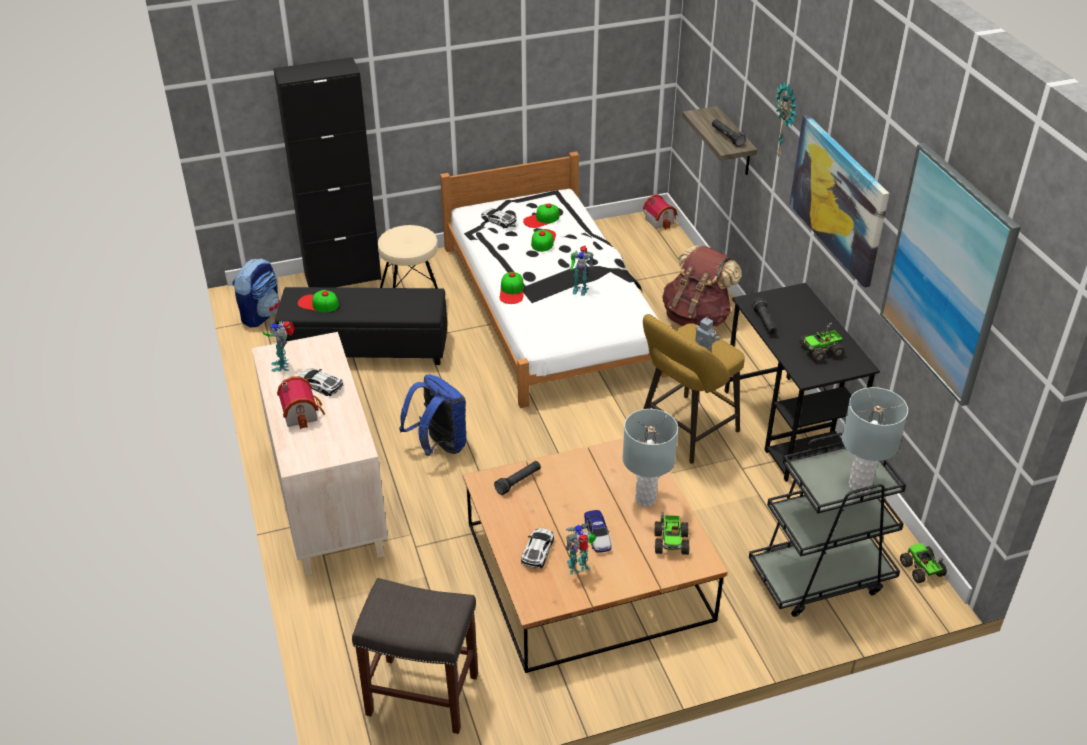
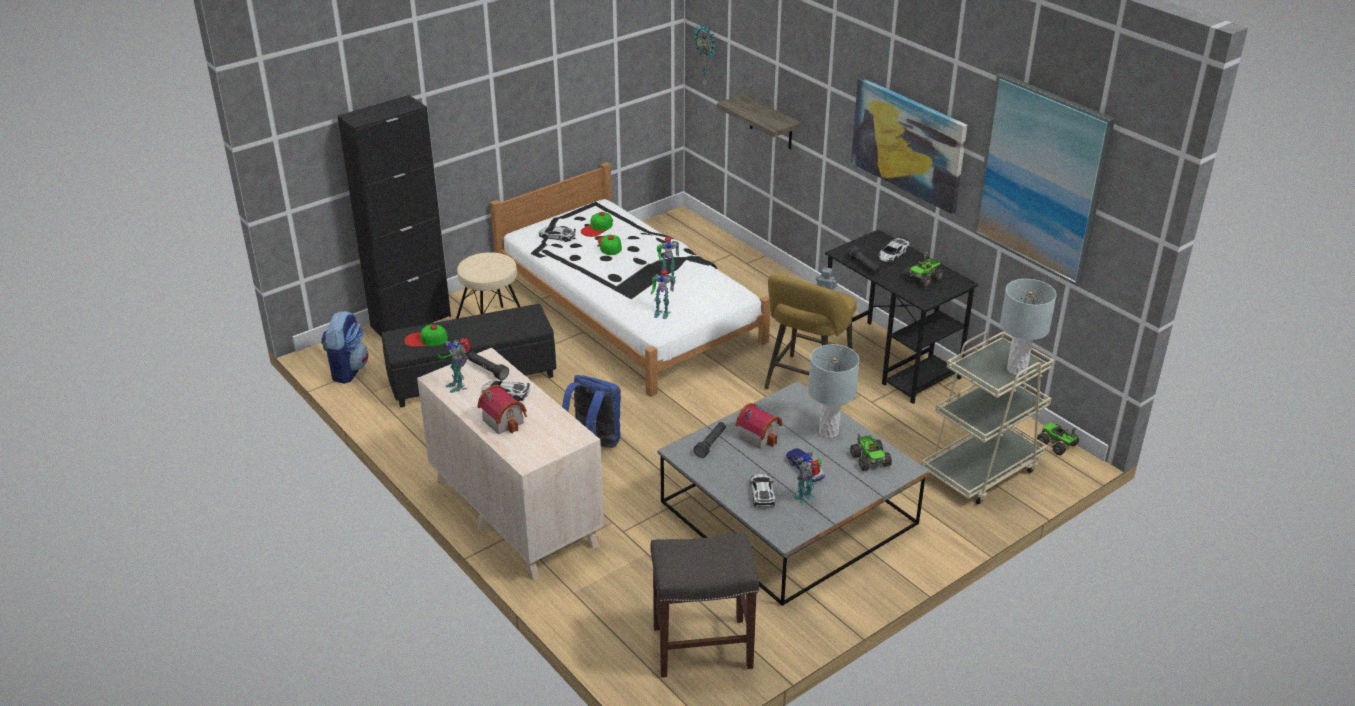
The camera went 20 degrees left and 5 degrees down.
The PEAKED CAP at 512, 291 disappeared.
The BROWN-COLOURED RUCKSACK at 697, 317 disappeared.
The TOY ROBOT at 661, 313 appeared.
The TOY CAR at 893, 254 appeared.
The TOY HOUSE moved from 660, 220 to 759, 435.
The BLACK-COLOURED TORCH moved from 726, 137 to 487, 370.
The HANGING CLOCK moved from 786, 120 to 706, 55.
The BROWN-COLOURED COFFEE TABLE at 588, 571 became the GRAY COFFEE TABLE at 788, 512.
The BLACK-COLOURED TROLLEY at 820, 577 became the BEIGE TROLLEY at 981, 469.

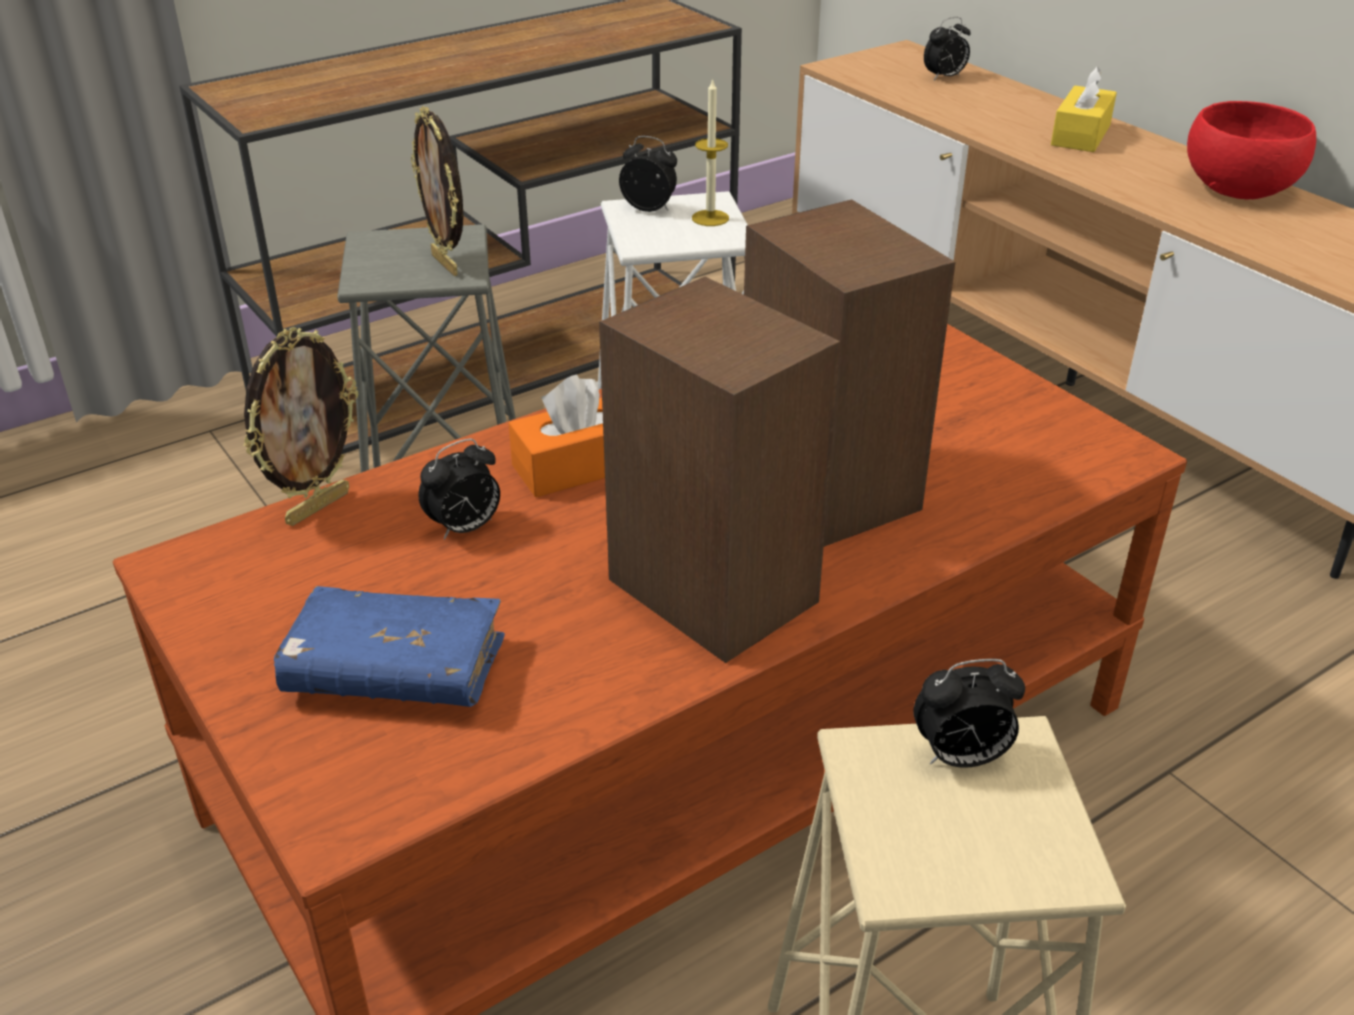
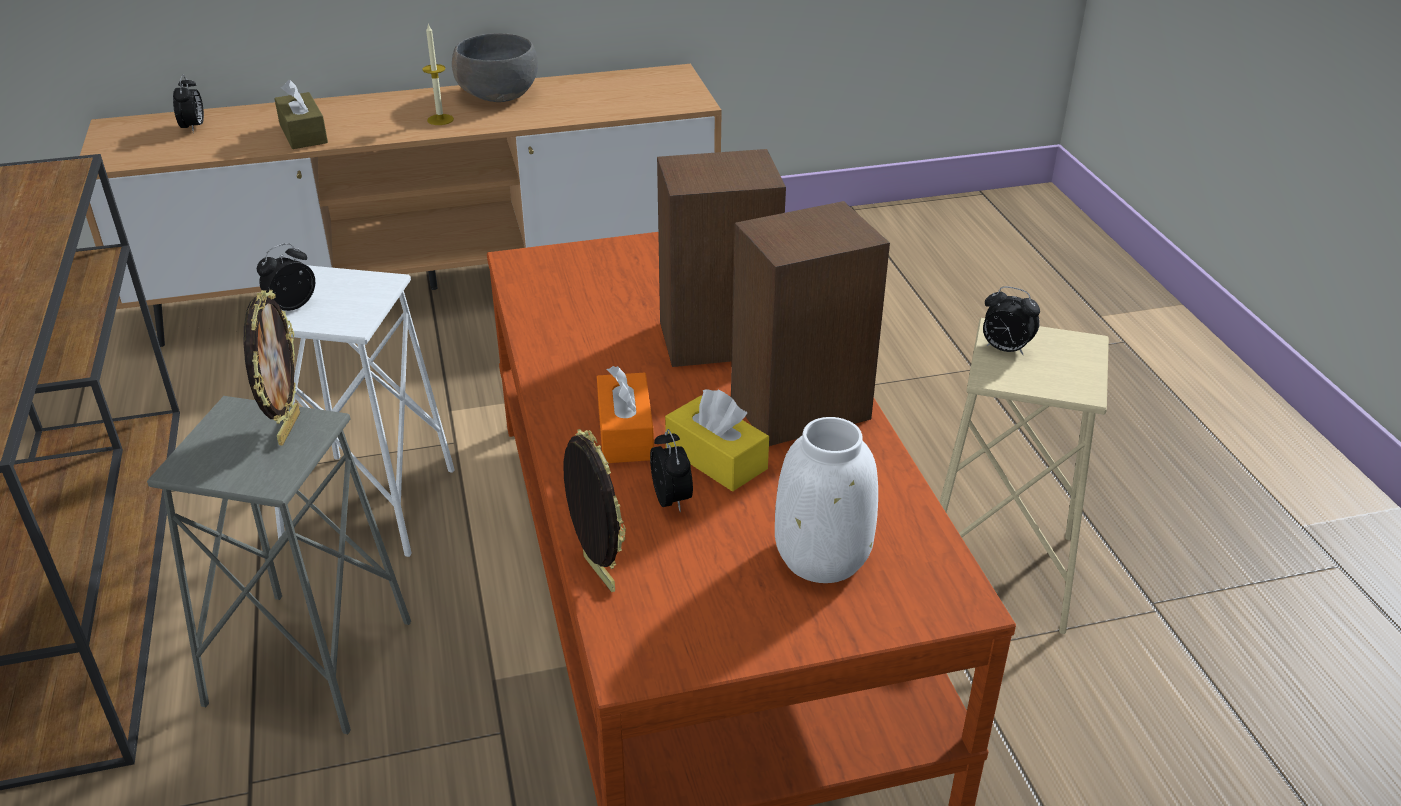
The camera went 70 degrees left and 0 degrees up.
The BROWN-COLOURED TISSUE BOX at 303, 133 appeared.
The WAX CANDLE moved from 710, 218 to 440, 119.
The YELLOW TISSUE BOX moved from 1080, 135 to 716, 458.
The BLUE-COLOURED BOUND BOOK at 395, 670 was replaced by the WHITISH VASE at 820, 557.
The REDDISH DEEP DISH at 1238, 188 became the GRAY DEEP DISH at 497, 95.
The PHOTO FRAME at 447, 264 turned 75 degrees counterclockwise.
The BEDSIDE CLOCK at 960, 757 turned 105 degrees clockwise.

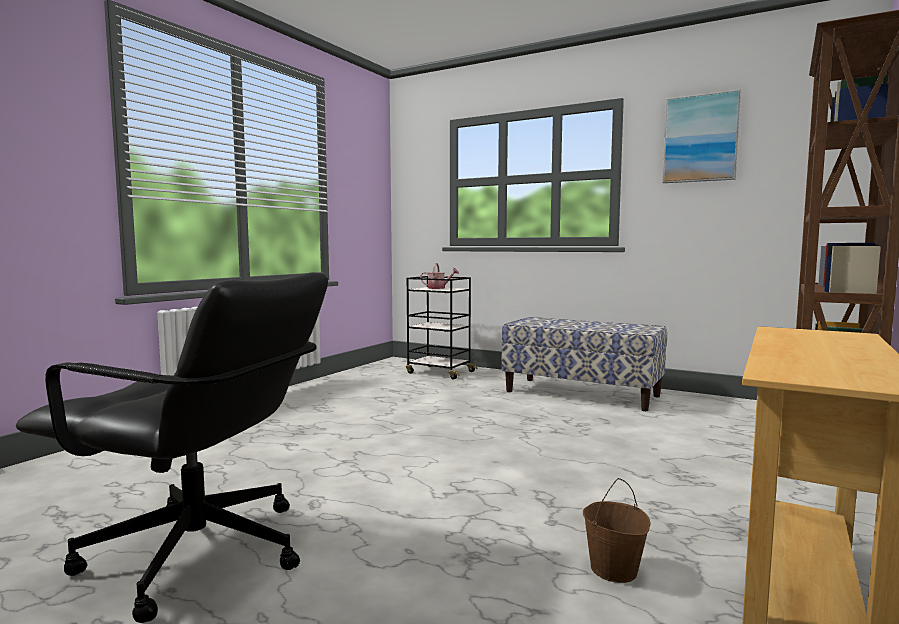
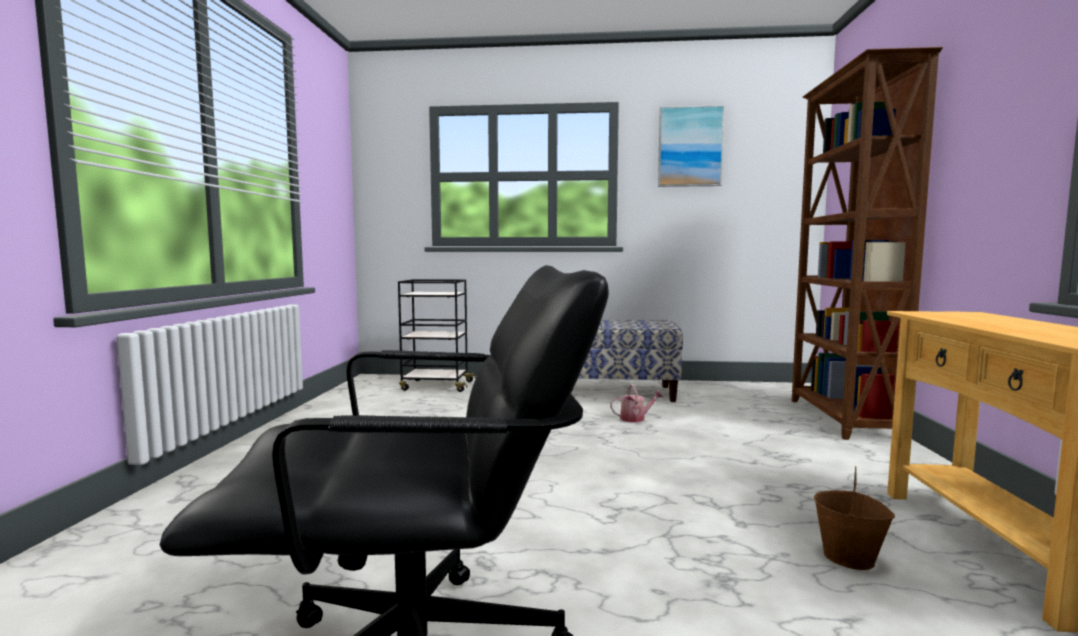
The camera went 25 degrees left and 0 degrees up.
The WATERING CAN moved from 439, 288 to 636, 418.

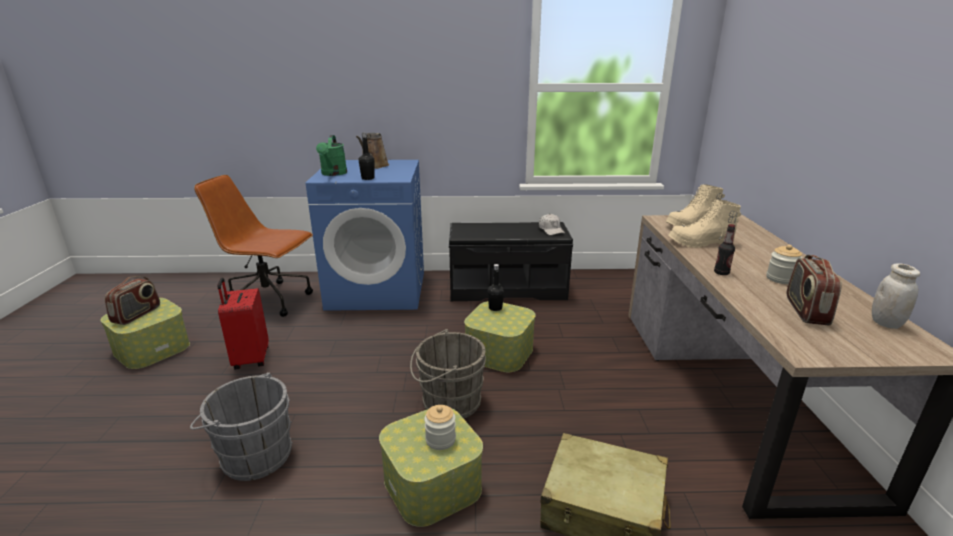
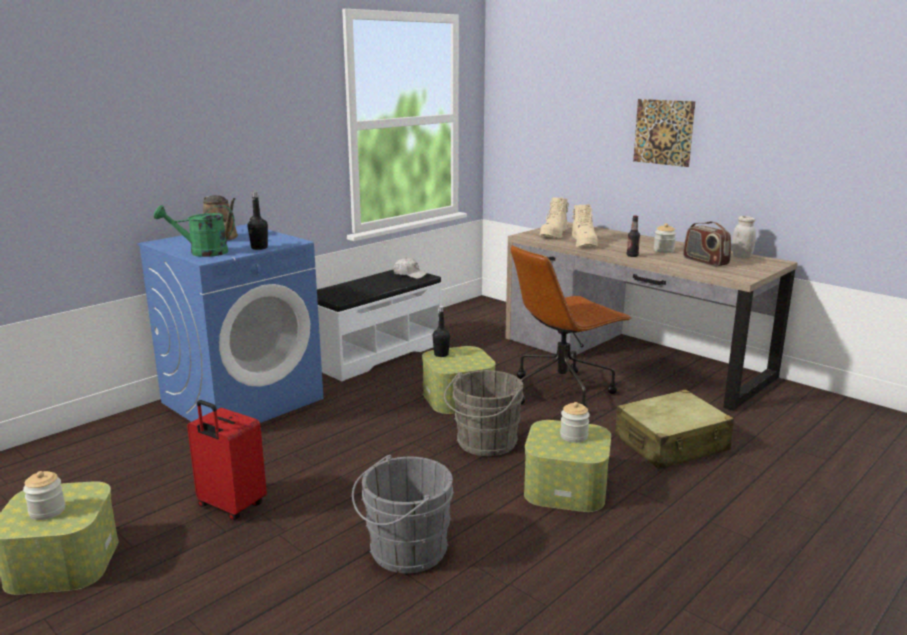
The camera went 45 degrees left and 5 degrees down.
The WALL ART at 663, 132 appeared.
The BROWN-COLOURED COMPUTER CHAIR moved from 269, 301 to 562, 391.
The RADIO at 137, 315 was replaced by the JAR at 47, 511.
The BLACK-COLOURED BENCH at 507, 288 became the WHITISH BENCH at 374, 353.
The GREEN WATERING CAN at 333, 174 turned 135 degrees clockwise.
The BEIGE BOOT at 701, 243 turned 45 degrees counterclockwise.

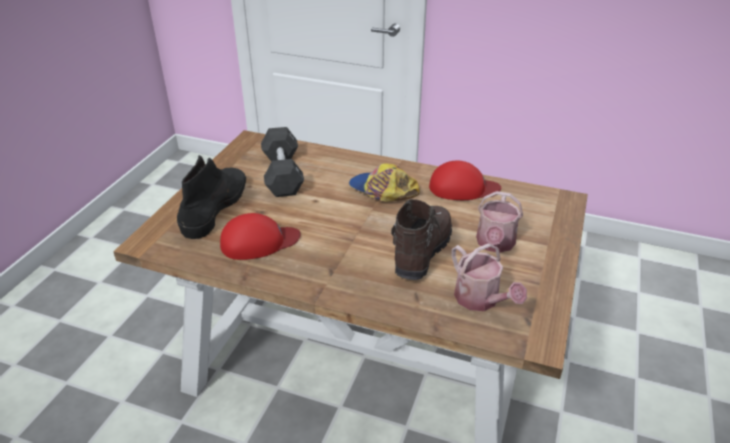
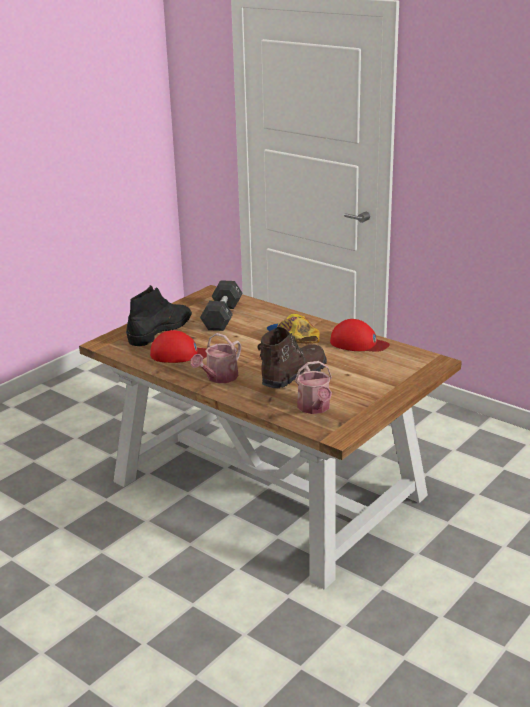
The camera went 20 degrees right and 10 degrees down.
The WATERING CAN moved from 494, 244 to 219, 378.

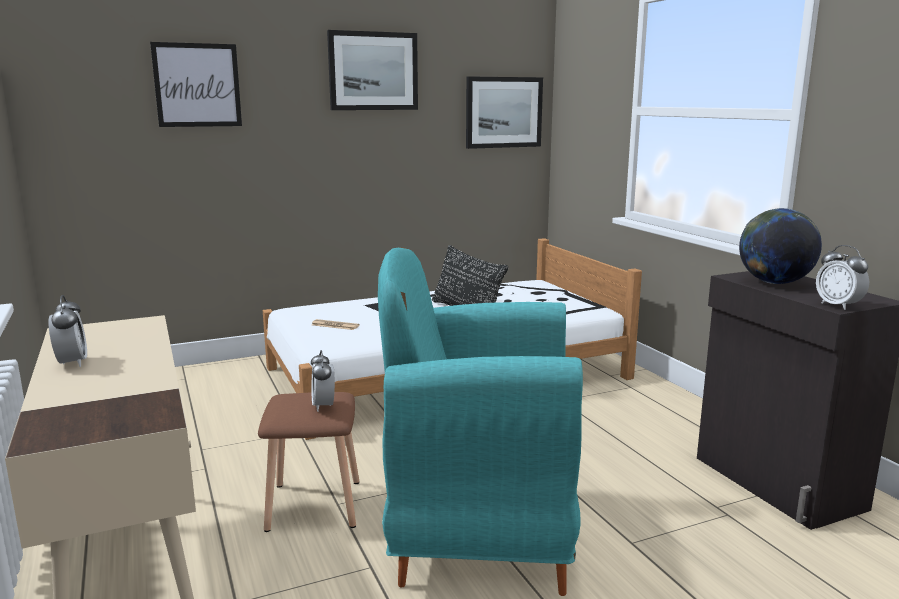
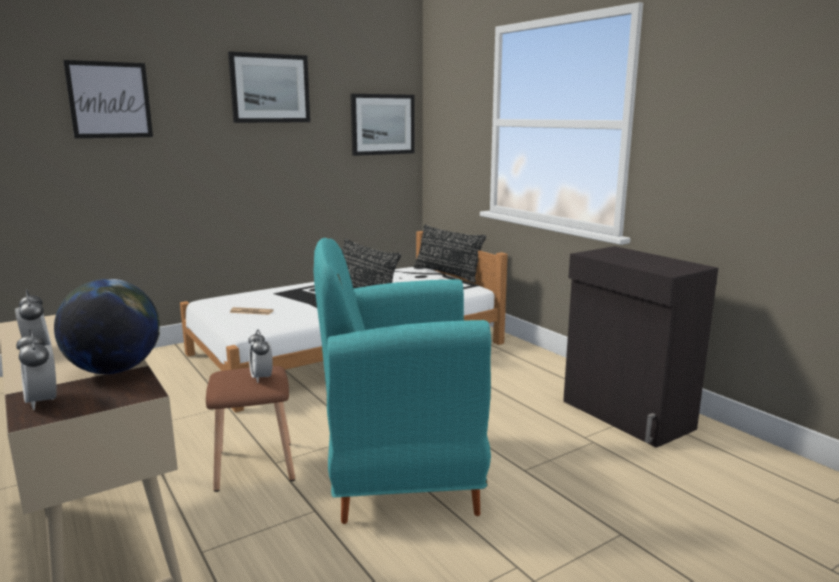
The camera went 10 degrees left and 0 degrees up.
The BLACK-COLOURED THROW PILLOW at 447, 274 appeared.
The WORLD GLOBE moved from 774, 283 to 114, 371.
The BEDSIDE CLOCK moved from 838, 306 to 43, 401.

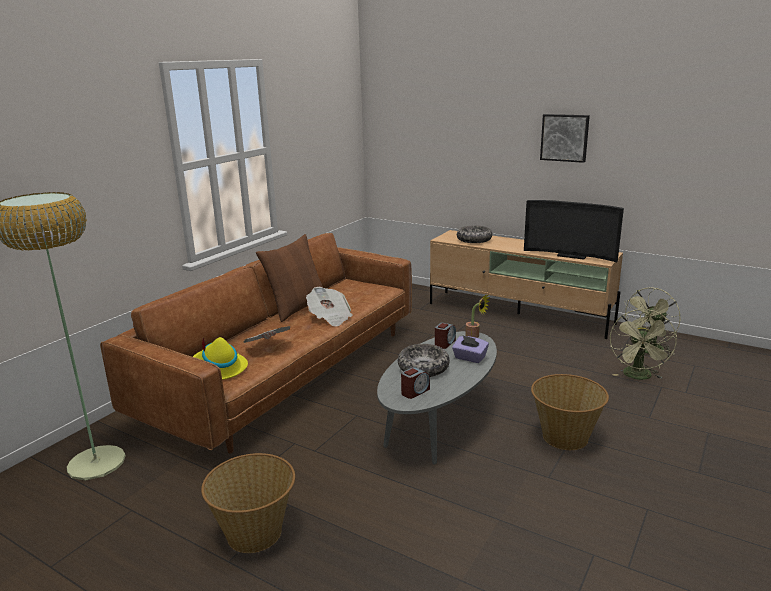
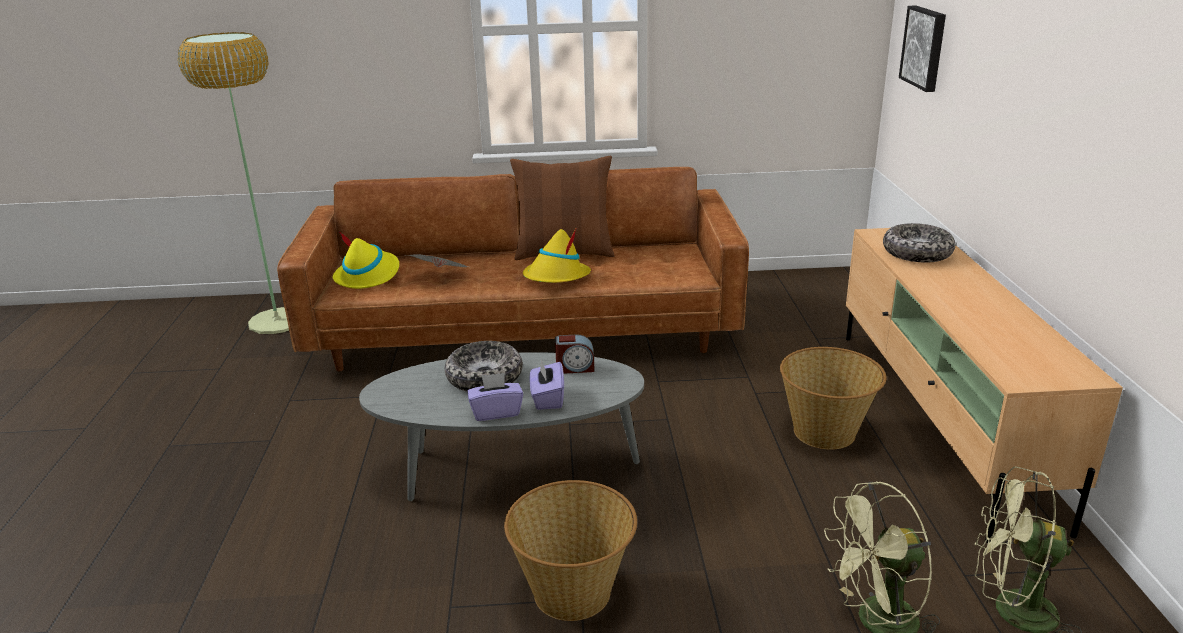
The camera went 55 degrees right and 5 degrees up.
The BEDSIDE CLOCK at 415, 392 disappeared.
The PLANT IN A POT at 475, 336 disappeared.
The TV SET at 571, 255 disappeared.
The PURPLE-COLOURED TISSUE BOX at 496, 412 appeared.
The HOUSEHOLD BASKET moved from 255, 532 to 825, 432.
The WALL ART moved from 564, 137 to 925, 47.
The DAILY PAPER at 330, 317 was replaced by the YELLOW HAT at 556, 277.

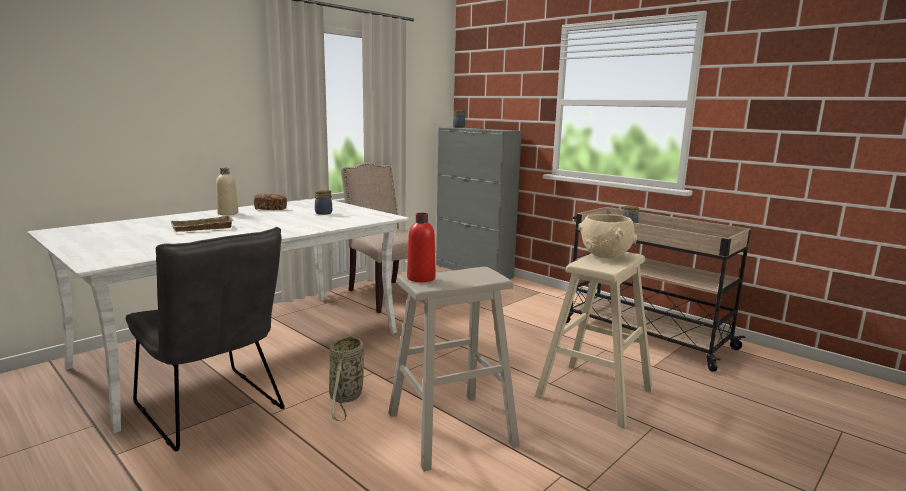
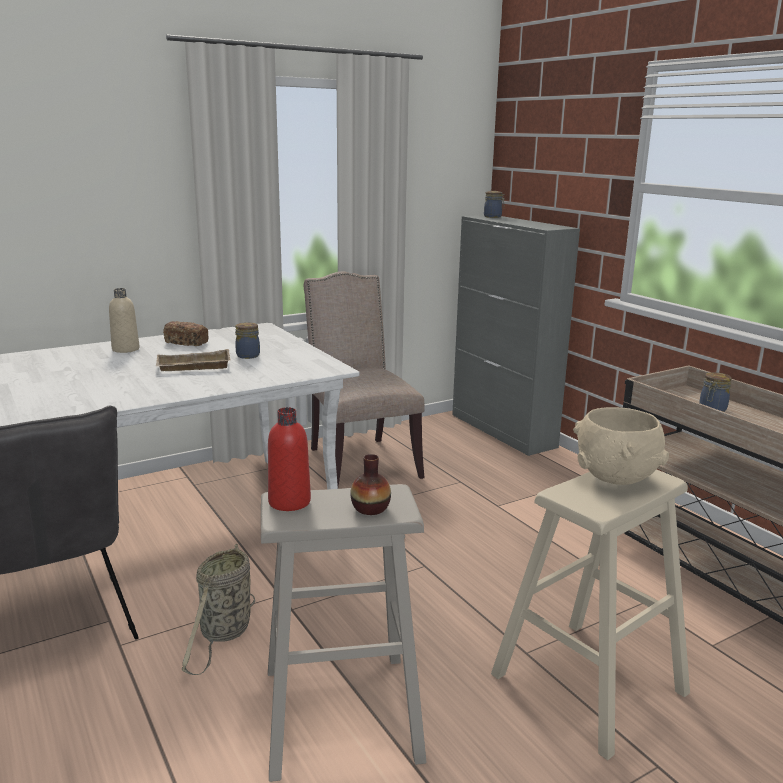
The camera went 15 degrees right and 5 degrees up.
The VASE at 370, 508 appeared.
The BEIGE TRAY moved from 202, 228 to 193, 367.

